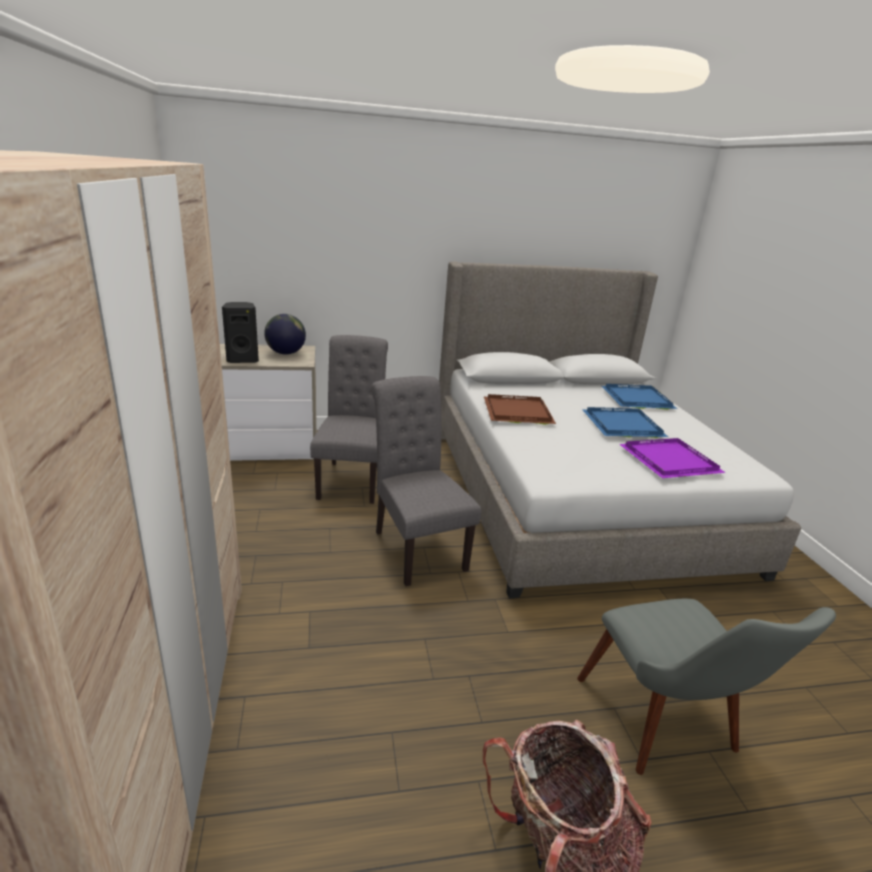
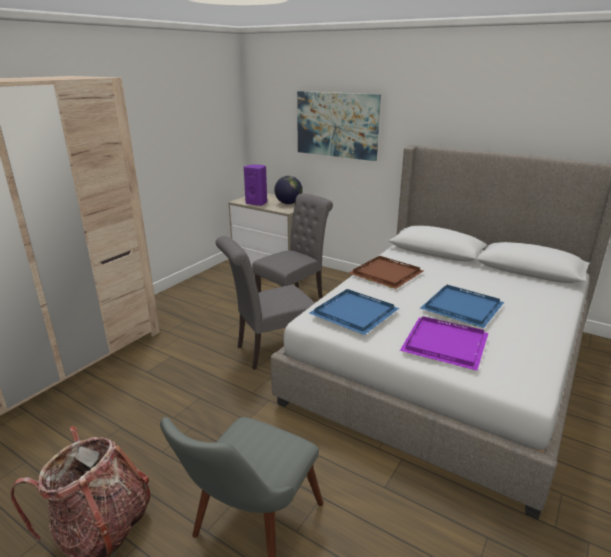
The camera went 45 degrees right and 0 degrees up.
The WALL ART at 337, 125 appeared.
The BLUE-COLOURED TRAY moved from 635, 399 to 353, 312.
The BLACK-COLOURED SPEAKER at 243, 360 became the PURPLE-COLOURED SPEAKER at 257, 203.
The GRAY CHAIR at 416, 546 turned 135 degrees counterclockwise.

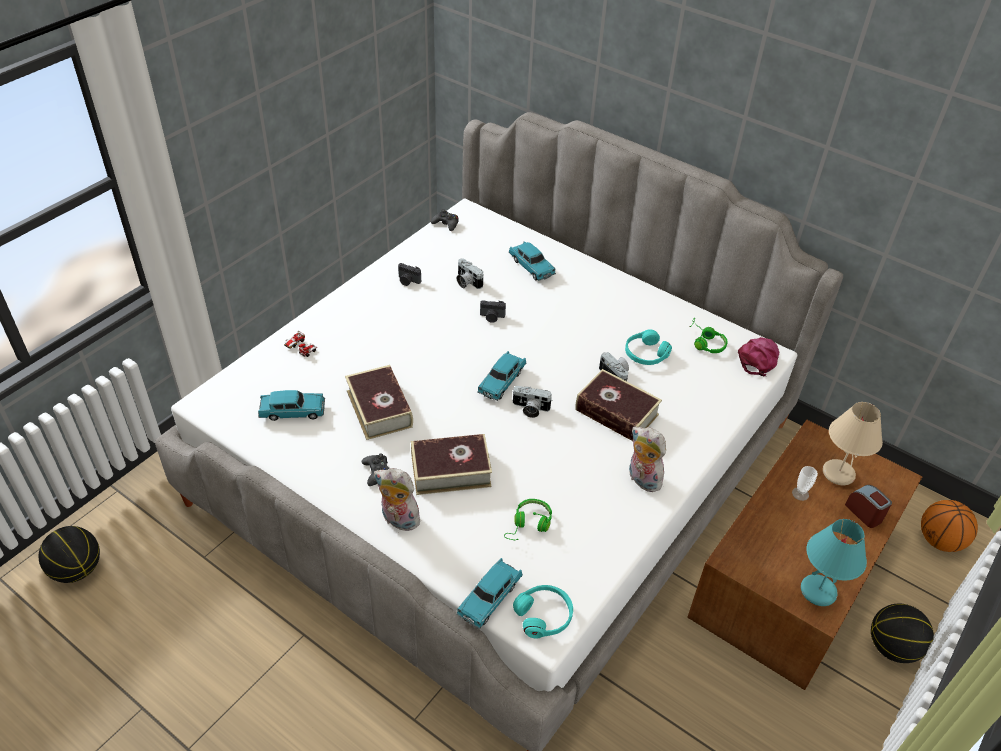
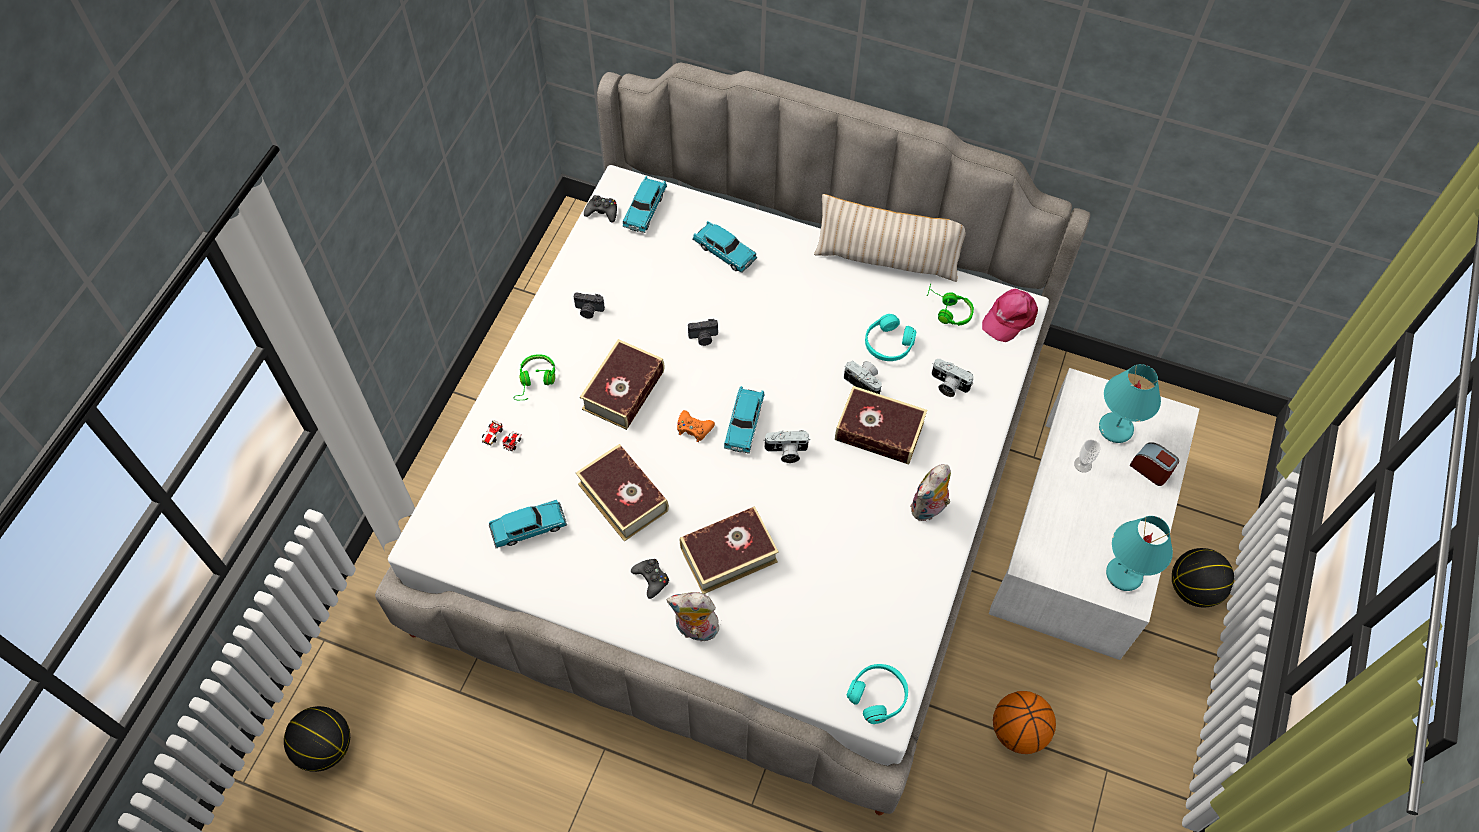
The camera went 15 degrees left and 15 degrees up.
The BOUND BOOK at 623, 390 appeared.
The ORANGE-COLOURED JOYPAD at 694, 428 appeared.
The BEIGE THROW PILLOW at 886, 259 appeared.
The TURQUOISE-COLOURED TOY CAR moved from 489, 598 to 645, 210.
The STILL CAMERA moved from 466, 282 to 948, 385.
The GREEN HEADPHONES moved from 529, 525 to 535, 381.
The BALL FOR BASKETBALL moved from 939, 541 to 1018, 731.
The BROWN-COLOURED COFFEE TABLE at 792, 572 became the WHITISH COFFEE TABLE at 1080, 532.
The BEIGE TABLETOP LAMP at 837, 473 became the TURQUOISE-COLOURED TABLETOP LAMP at 1114, 428.
The PLUSH TOY at 641, 479 turned 75 degrees counterclockwise.
The PINK PEAKED CAP at 758, 358 turned 150 degrees counterclockwise.

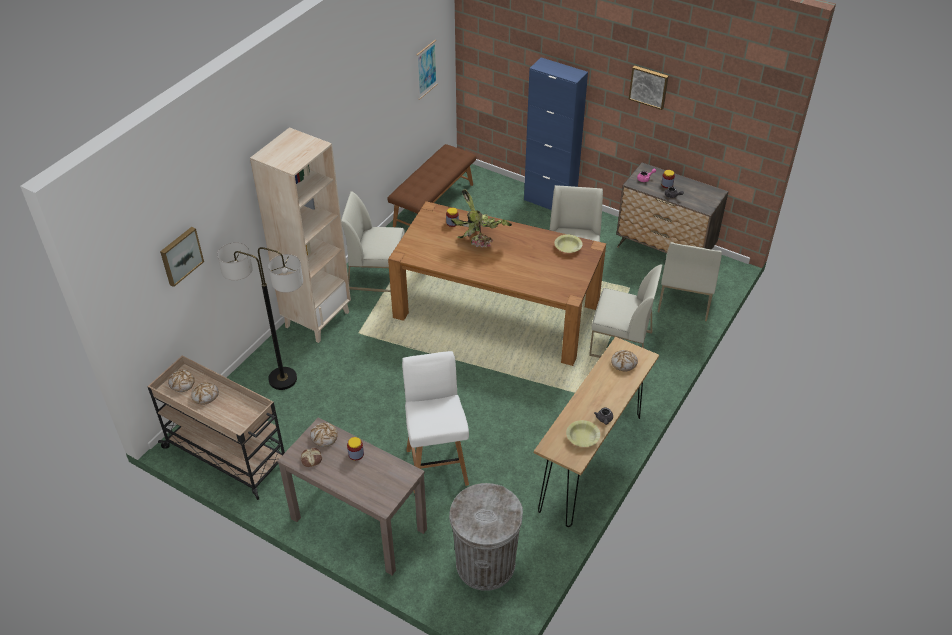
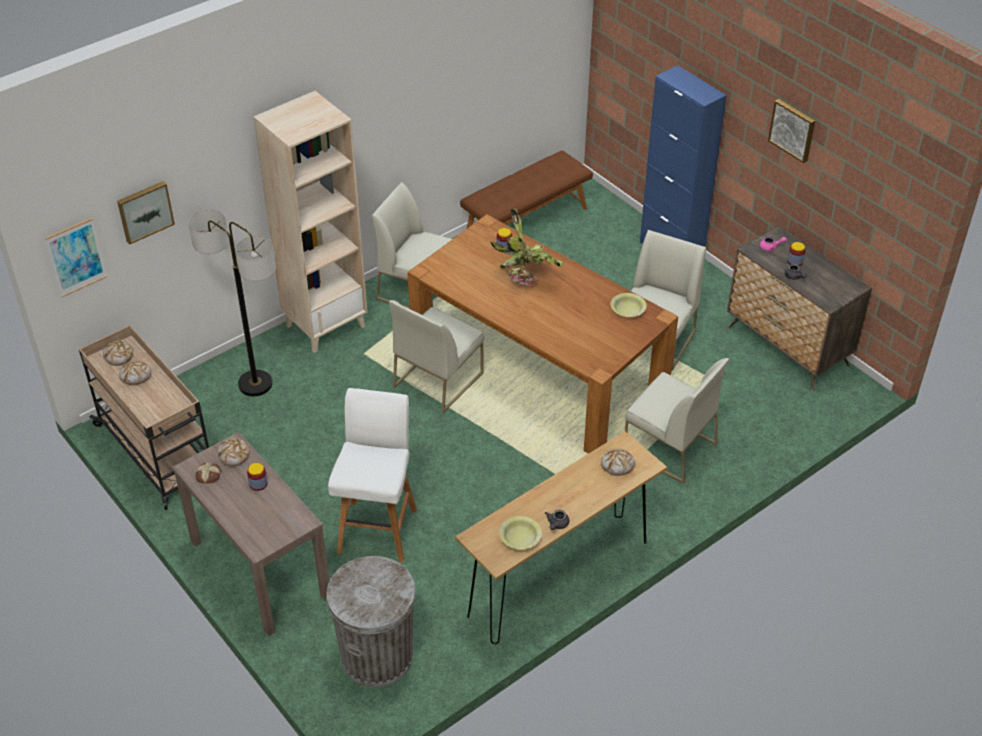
The camera went 20 degrees right and 0 degrees up.
The WALL ART moved from 426, 69 to 76, 257.
The WHITISH CHAIR moved from 684, 298 to 438, 379.

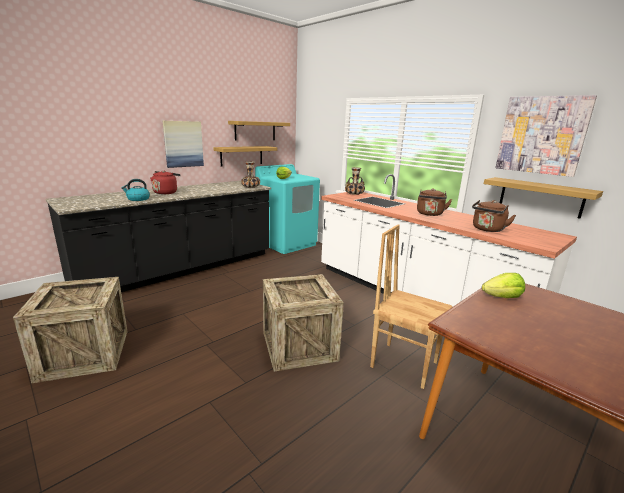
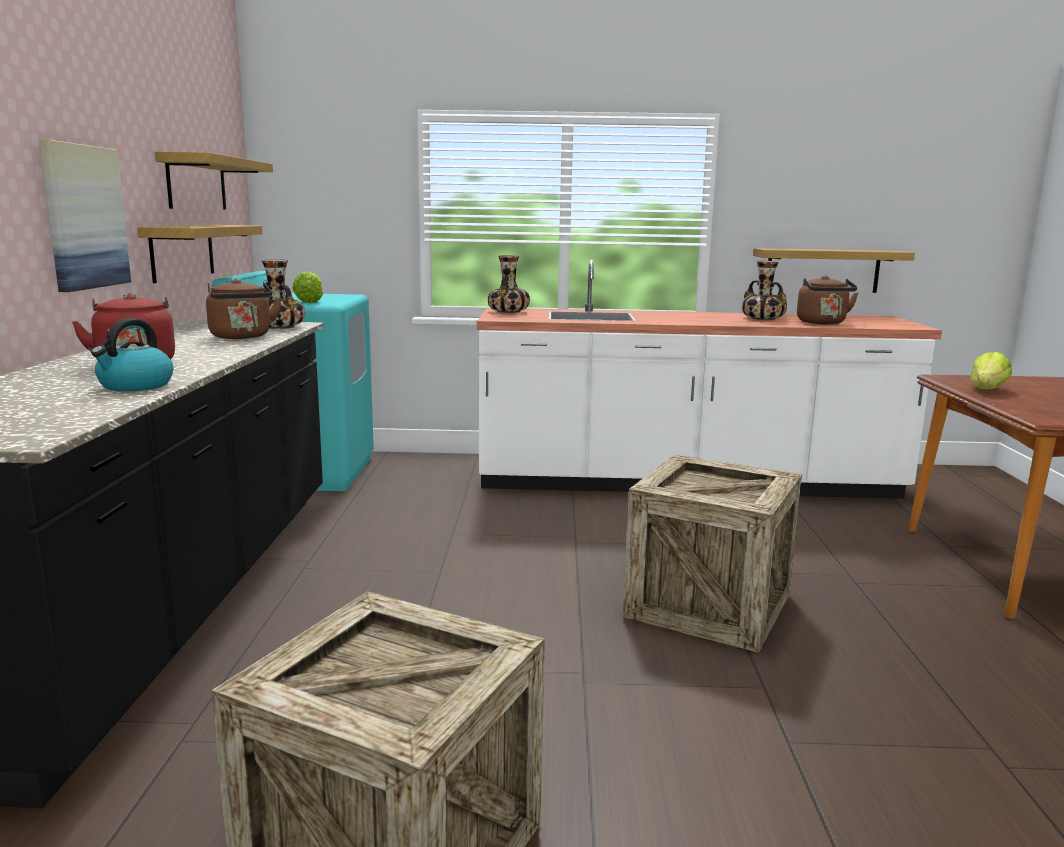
The camera went 45 degrees left and 5 degrees down.
The BROWN-COLOURED CHAIR at 403, 363 disappeared.
The WALL ART at 541, 135 disappeared.
The VASE at 763, 318 appeared.
The BROWN-COLOURED KETTLE moved from 430, 214 to 242, 337.

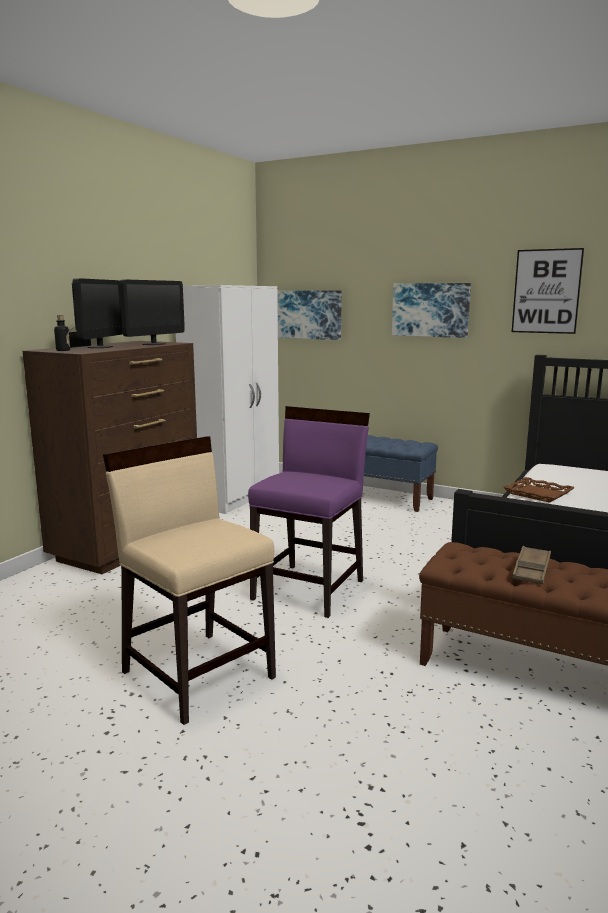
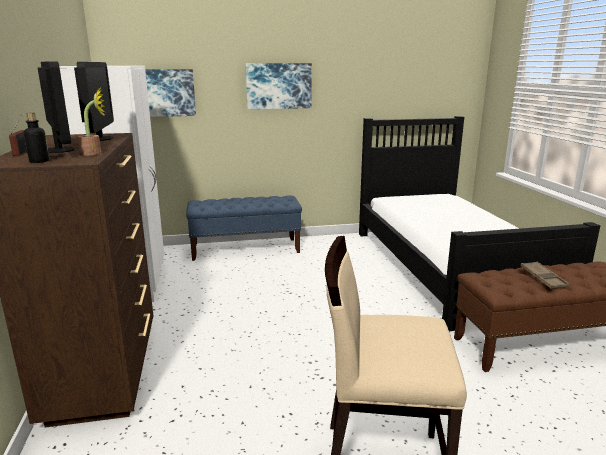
The camera went 40 degrees left and 5 degrees up.
The PURPLE-COLOURED CHAIR at 310, 589 disappeared.
The BROWN-COLOURED TRAY at 538, 494 disappeared.
The WALL ART at 546, 291 disappeared.
The PLANT IN A POT at 95, 153 appeared.

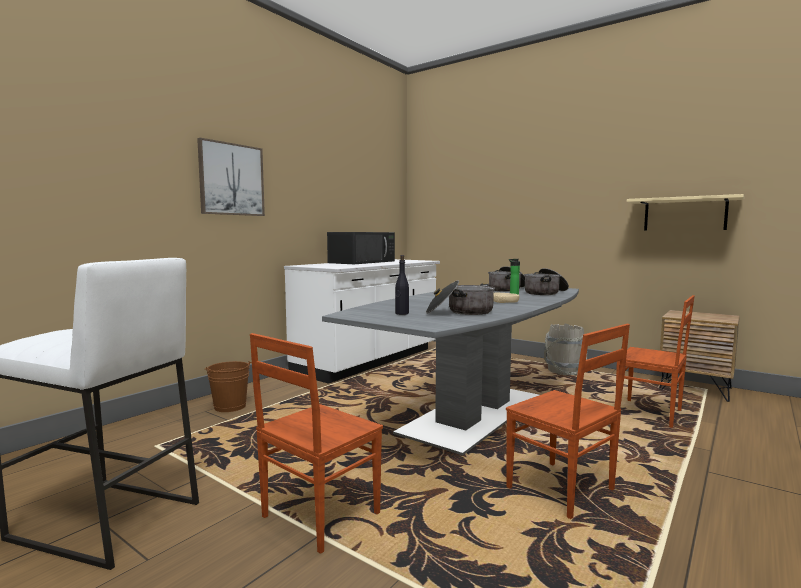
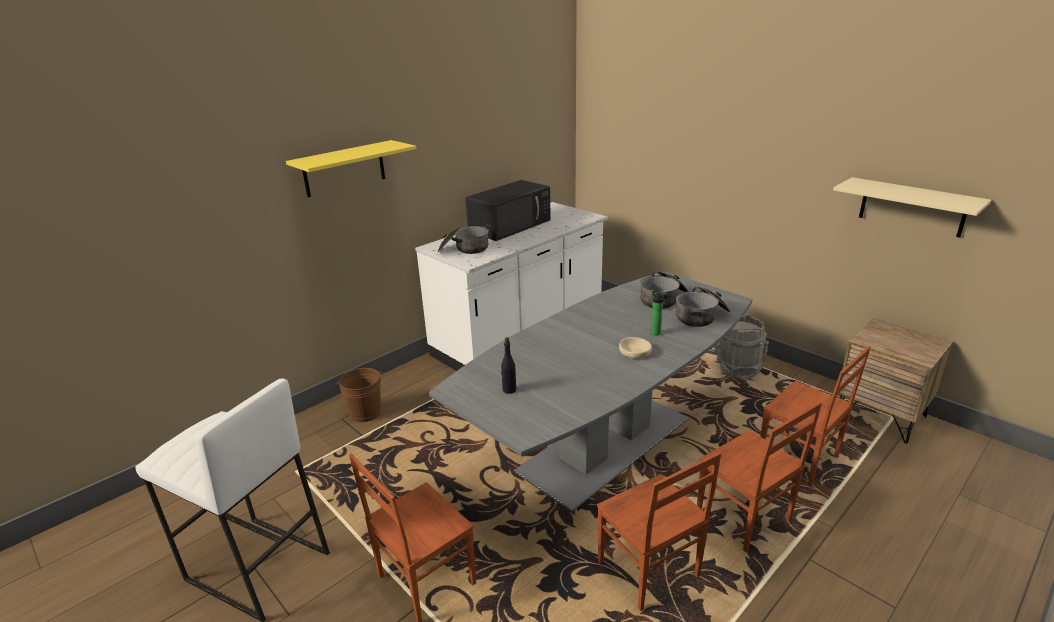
The camera went 10 degrees right and 20 degrees up.
The BROWN-COLOURED CHAIR at 743, 519 appeared.
The COOKING POT moved from 460, 312 to 464, 249.
The WALL ART at 231, 179 was replaced by the YELLOW BRACKET SHELF at 344, 168.

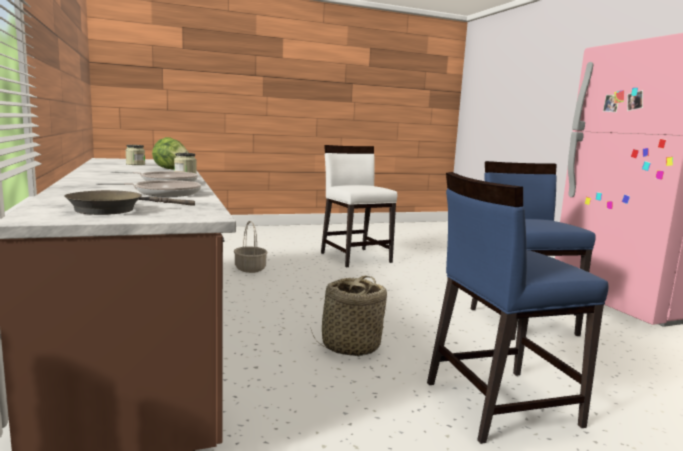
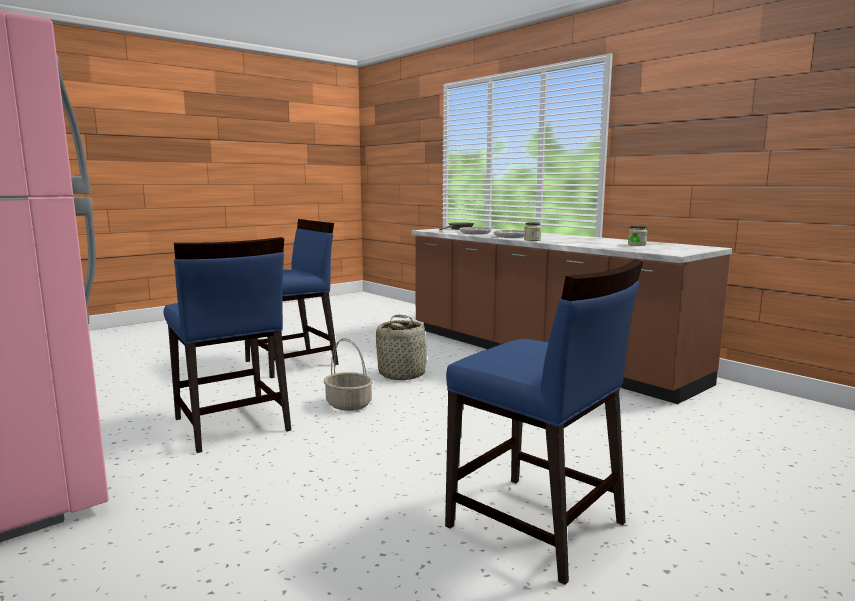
The camera went 160 degrees right and 0 degrees up.
The LETTUCE HEAD at 171, 169 disappeared.
The HOUSEHOLD BASKET moved from 250, 269 to 349, 404.
The WHITISH CHAIR at 355, 257 became the BLUE-COLOURED CHAIR at 536, 525.

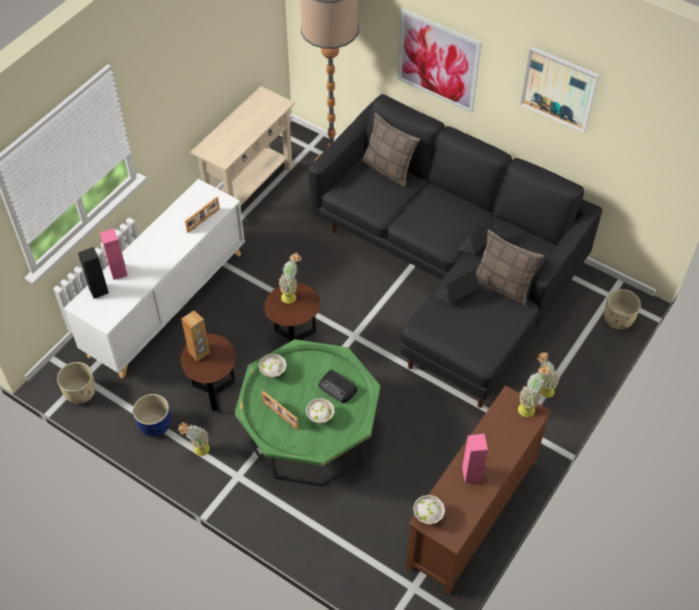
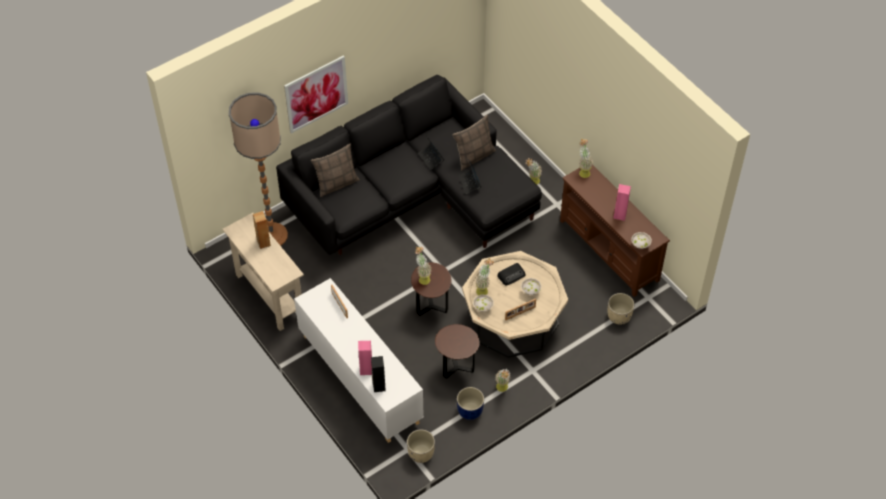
The camera went 70 degrees left and 0 degrees up.
The WALL ART at 559, 88 disappeared.
The PLANT IN A POT at 483, 289 appeared.
The BROWN-COLOURED SPEAKER moved from 199, 352 to 264, 242.
The BEIGE FLOWER POT moved from 618, 319 to 619, 316.
The GREEN COFFEE TABLE at 310, 431 became the BEIGE COFFEE TABLE at 513, 319.

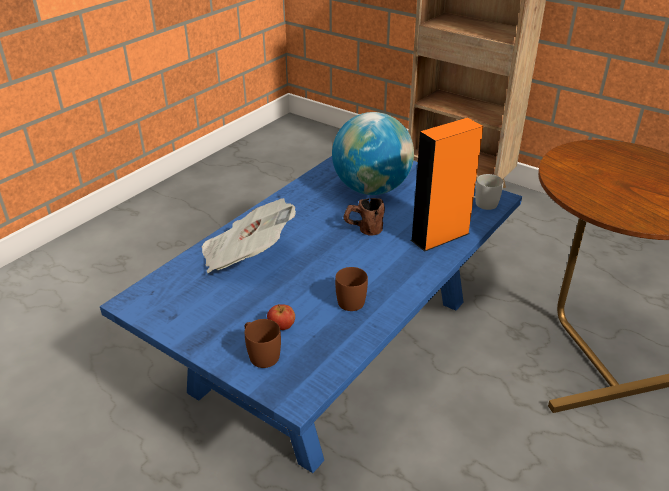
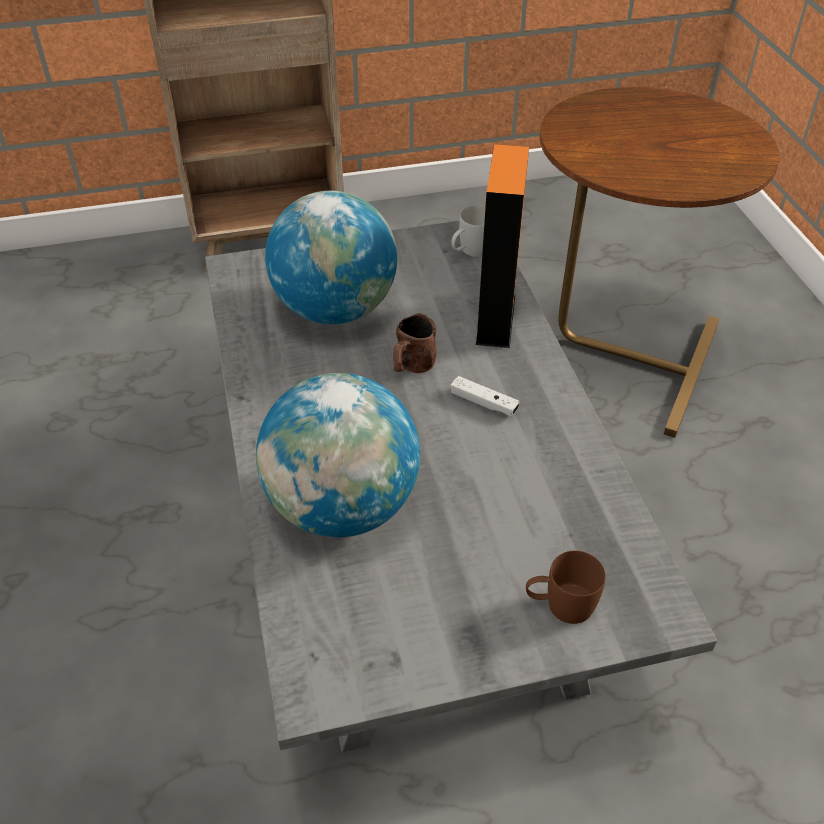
The camera went 50 degrees left and 10 degrees up.
The APPLE FRUIT at 282, 327 disappeared.
The BROWN-COLOURED COFFEE MUG at 350, 299 disappeared.
The WHITISH JOYPAD at 483, 403 appeared.
The DAILY PAPER at 246, 256 was replaced by the WORLD GLOBE at 343, 506.
The BLUE-COLOURED COFFEE TABLE at 334, 344 became the GRAY COFFEE TABLE at 411, 539.

